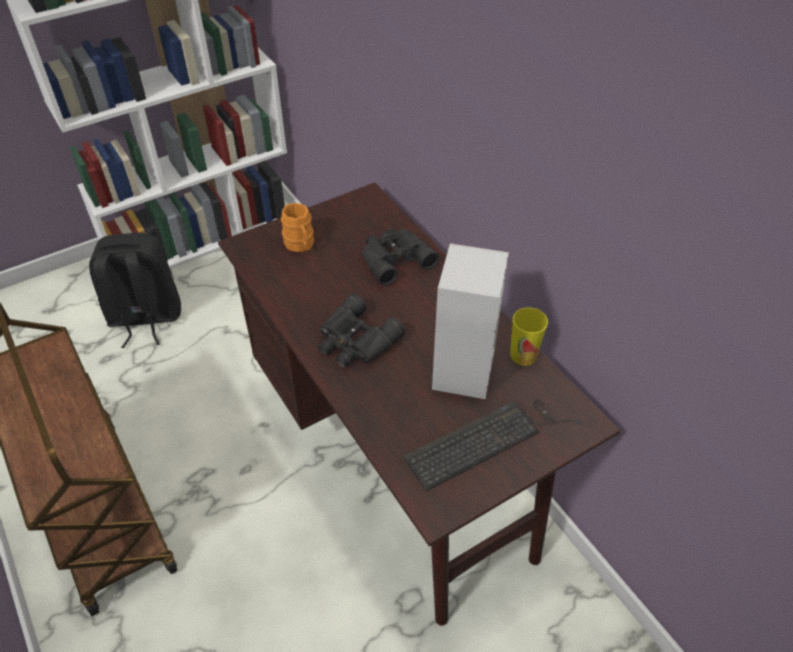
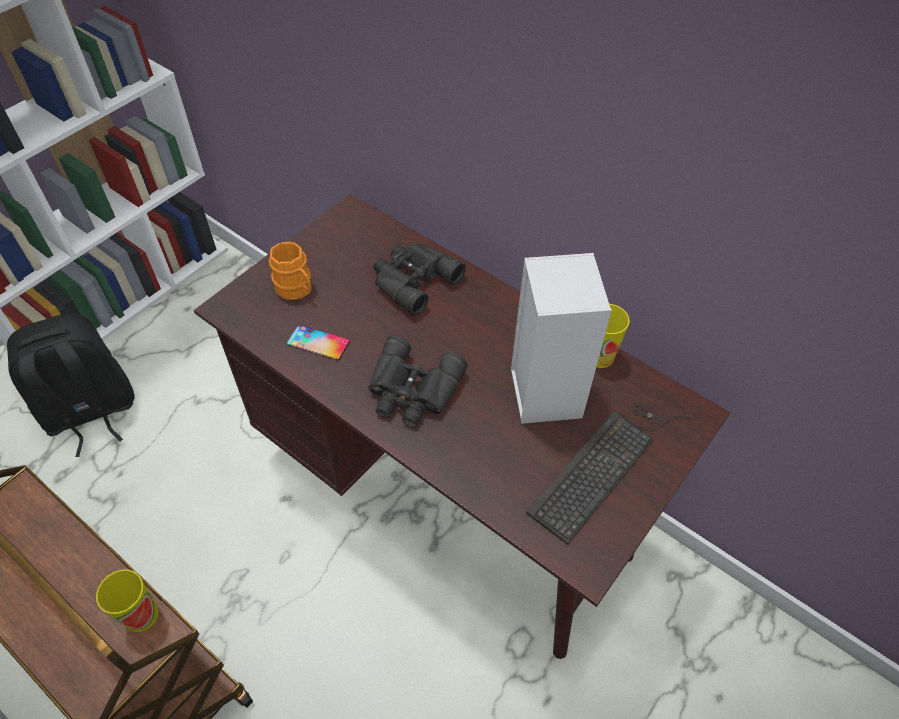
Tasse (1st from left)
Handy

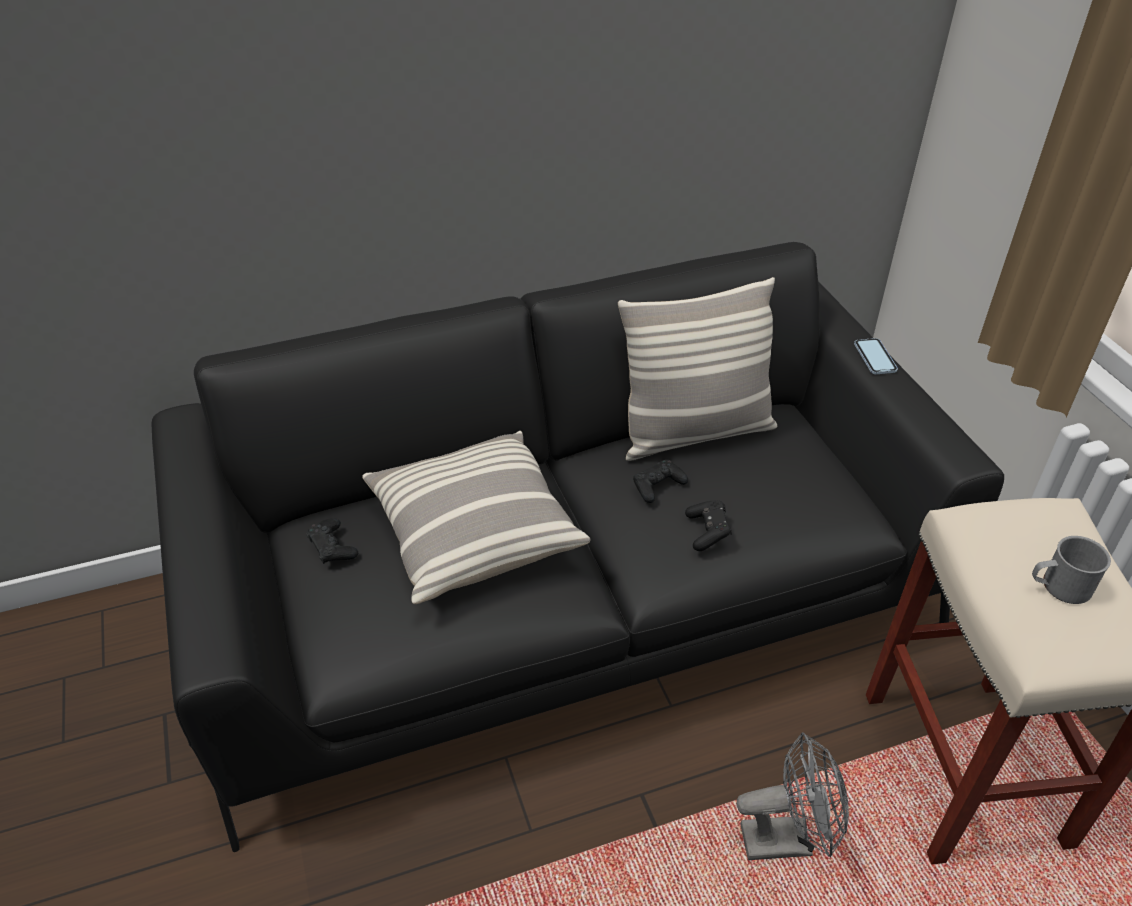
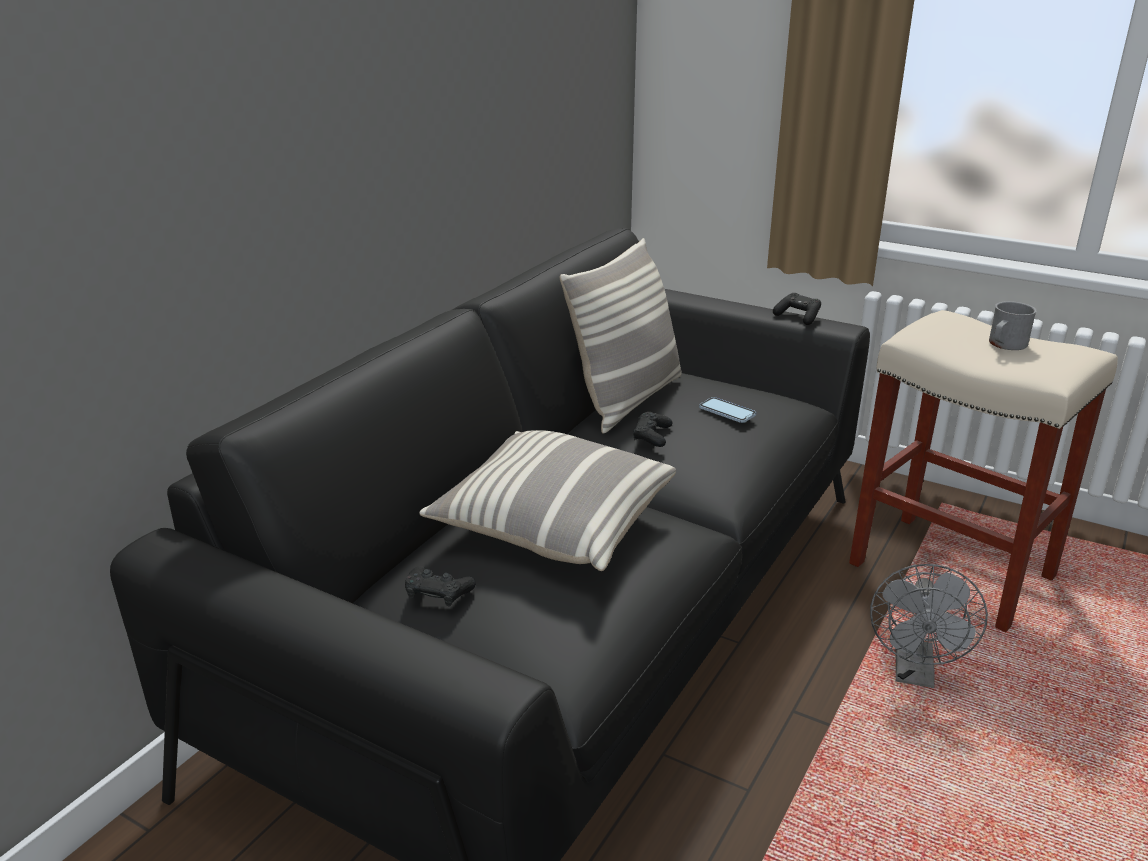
Gamepad/schwarz (3rd from left)
Ventilator/grau
Handy

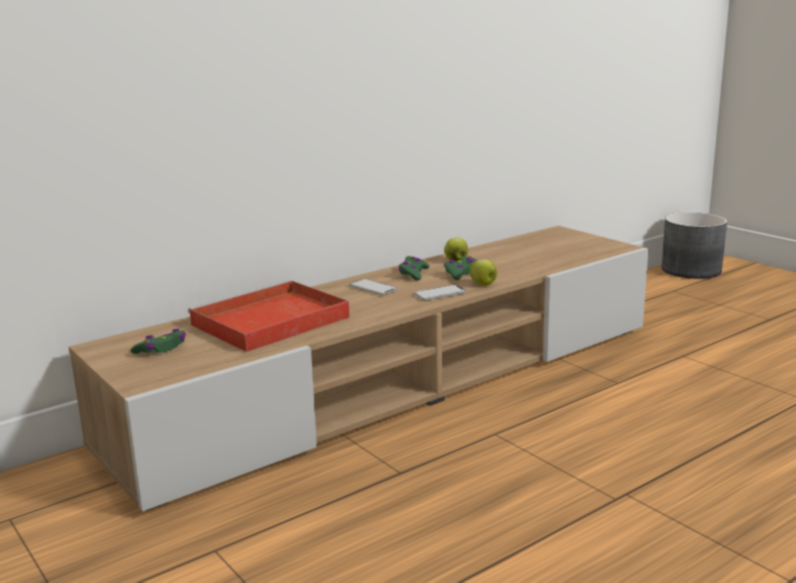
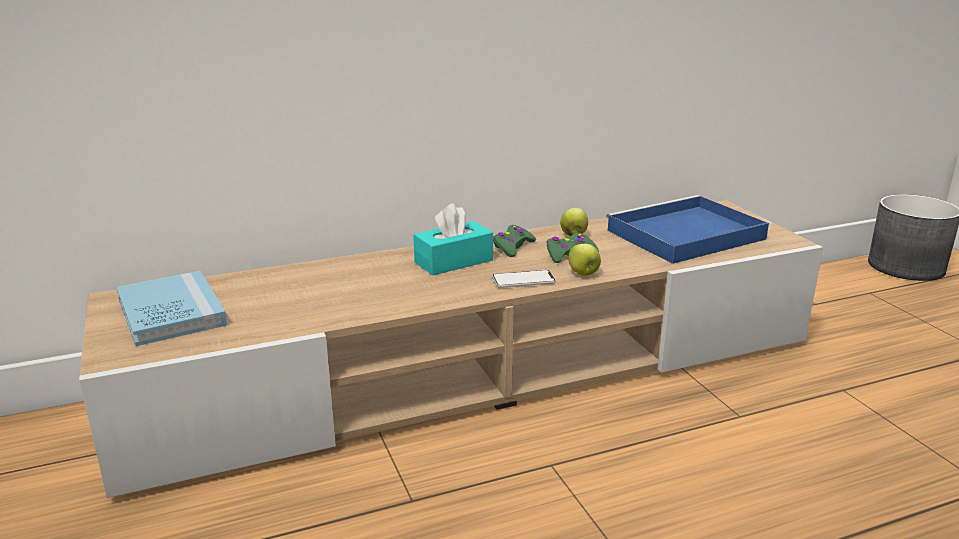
Buch/blau
Tablett/rot
Taschentuchbox/türkis
Tablett/blau

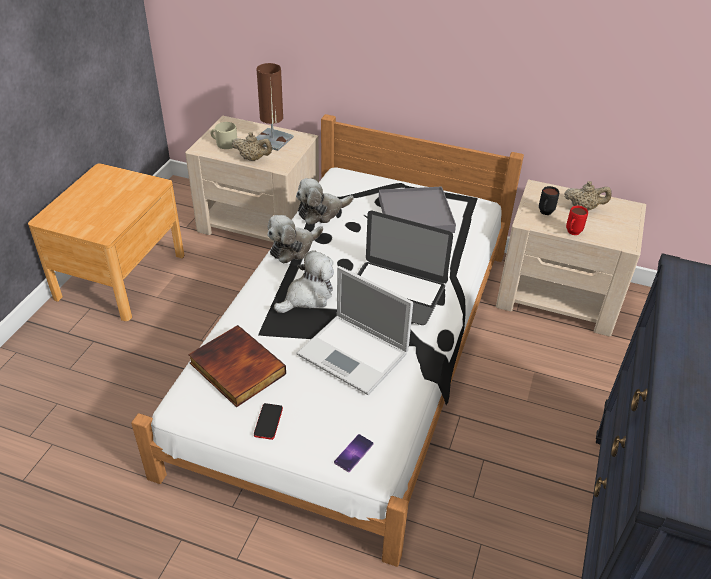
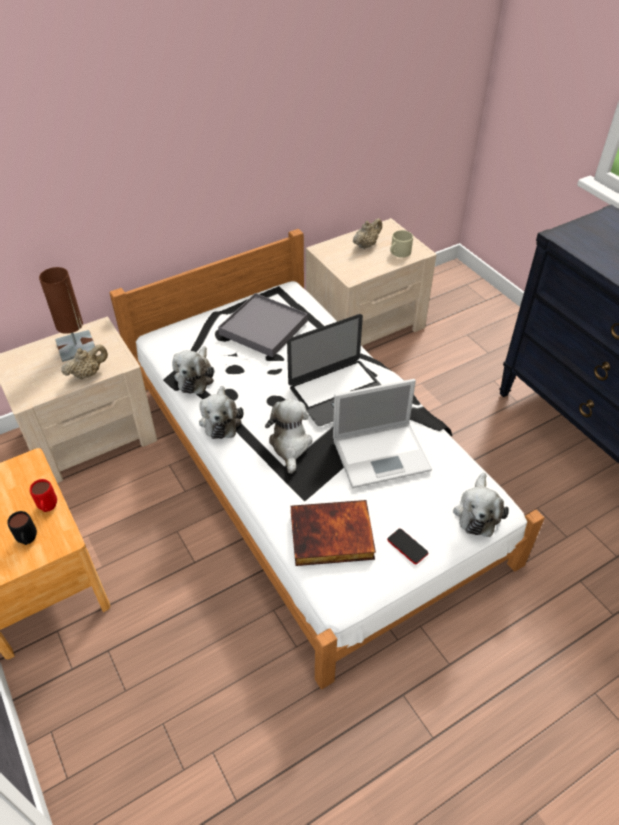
Henkelbecher/beige
Plüschtier (4th from left)
Henkelbecher/schwarz
Henkelbecher/rot

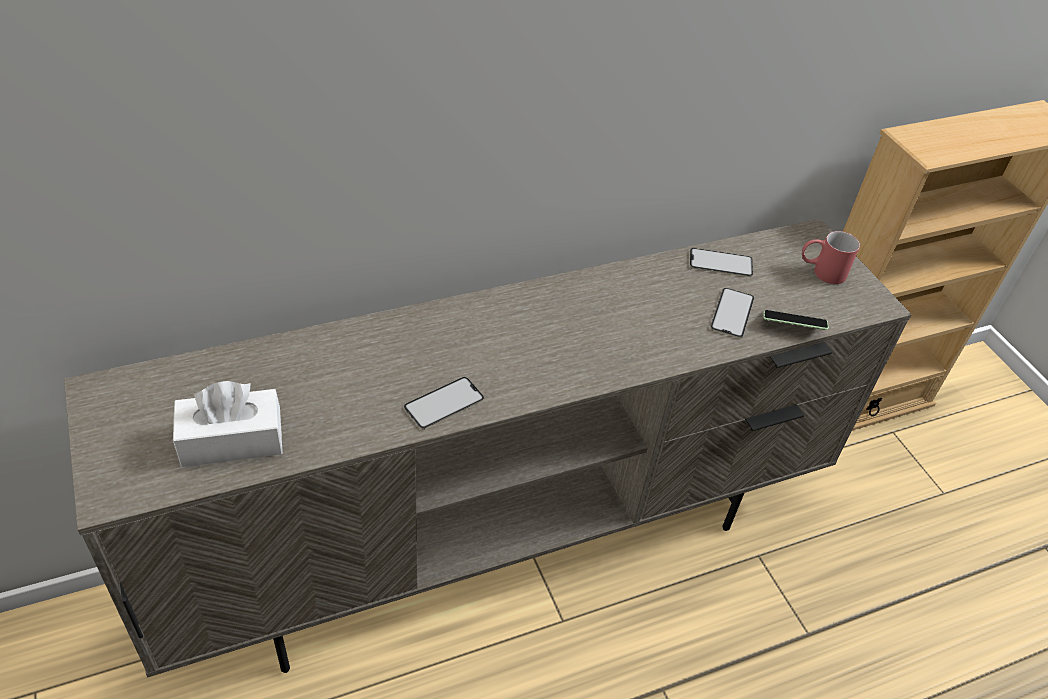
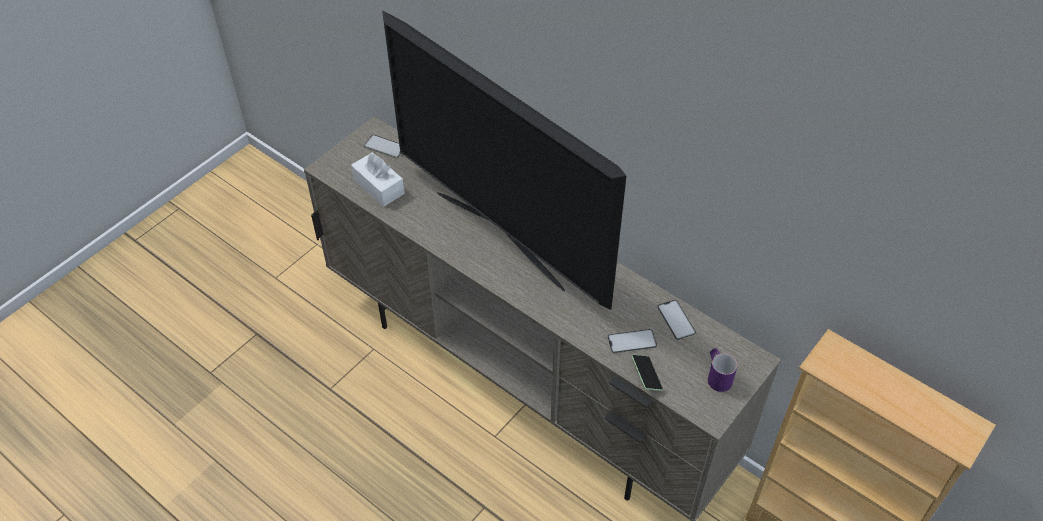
Handy (1st from left)
Henkelbecher/lila
Fernseher

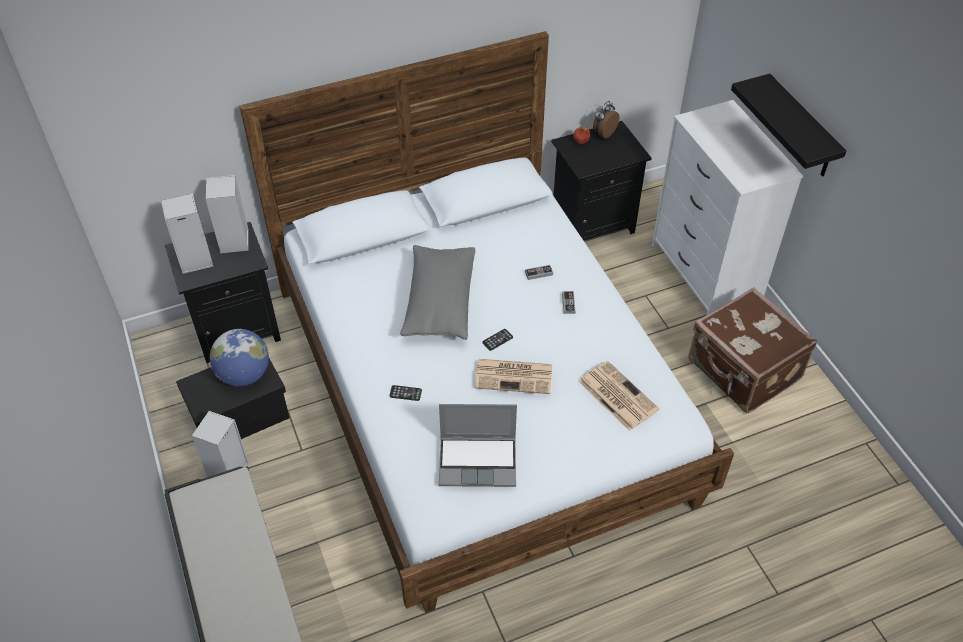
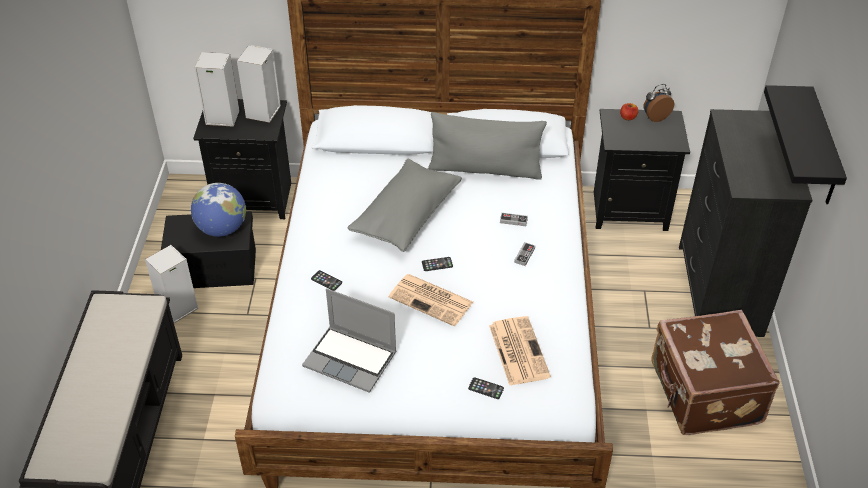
Kommode/schwarz
Kissen/grau (2nd from left)
Handy (3rd from left)

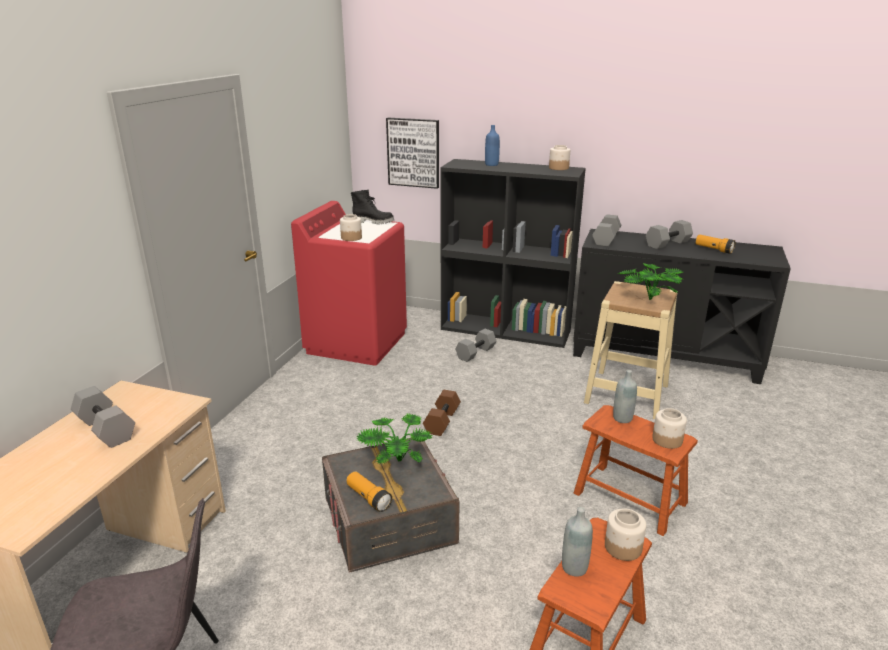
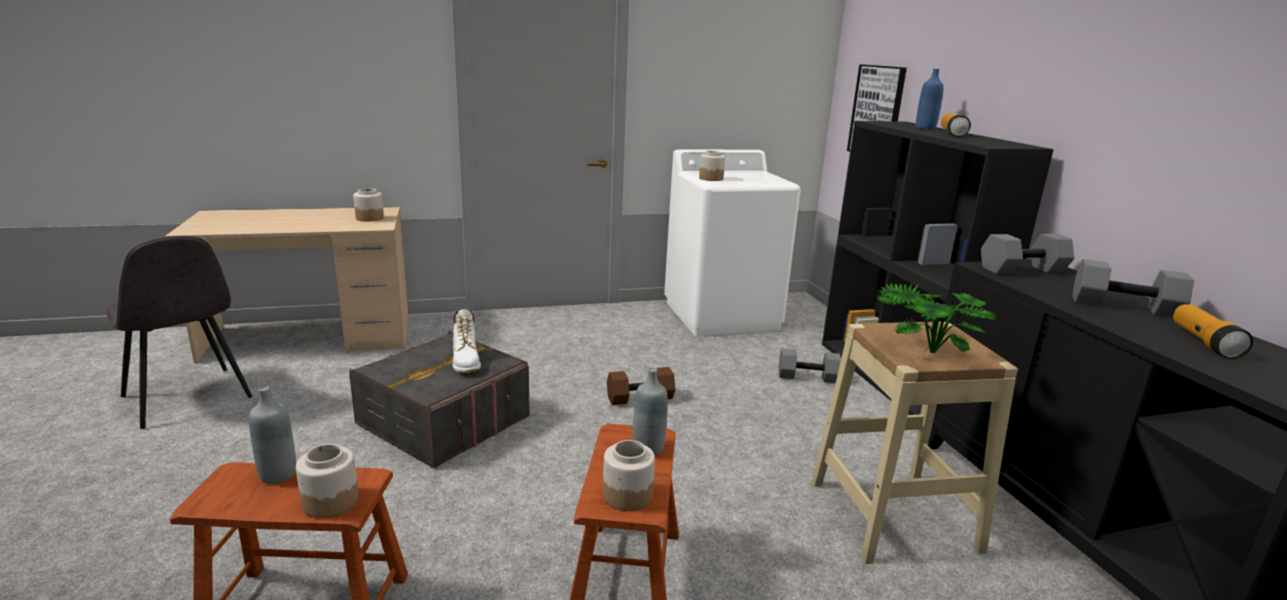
Hantel/grau (1st from left in the first image)
Waschmaschine/weiß
Taschenlampe (1st from left)
Stiefel/schwarz
Stiefel/weiß
Vorratsglas (2nd from left)

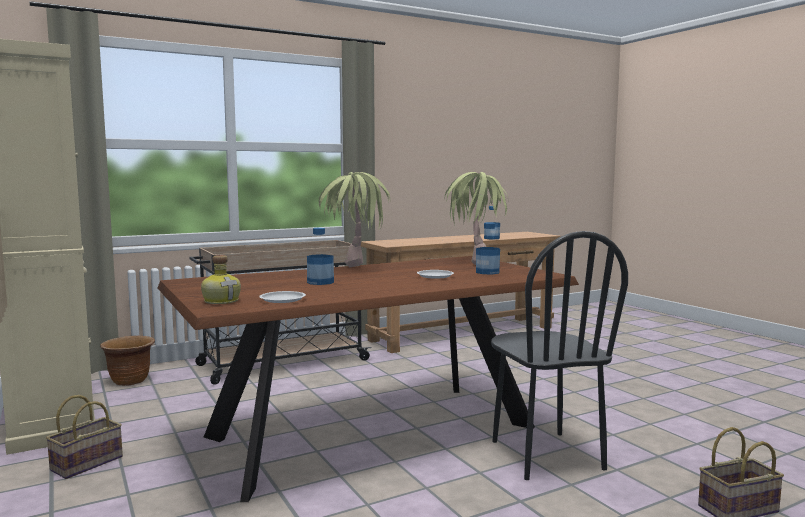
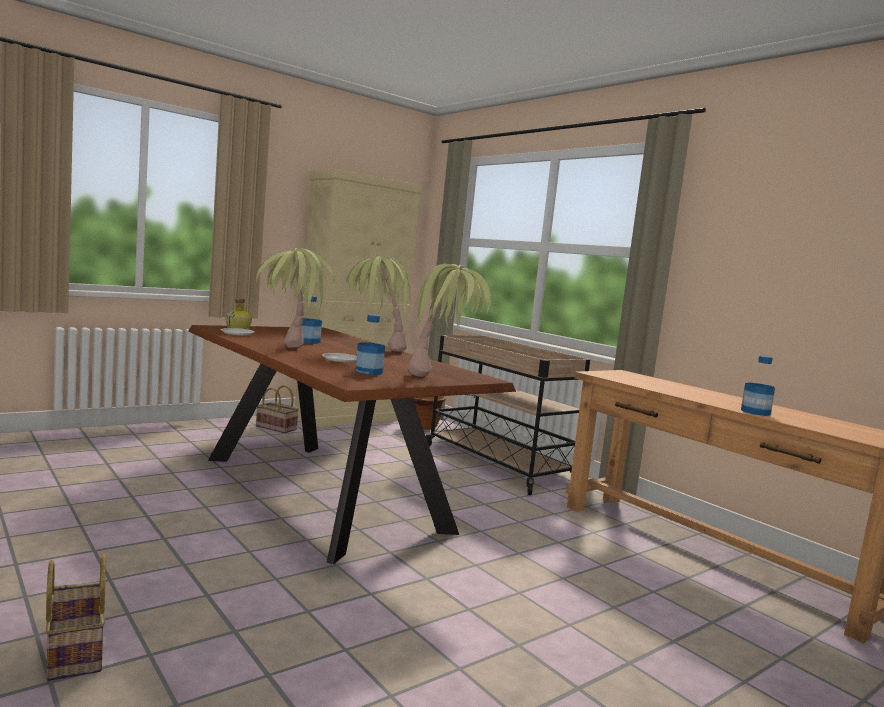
Stuhl/schwarz
Topfpflanze (1st from left)

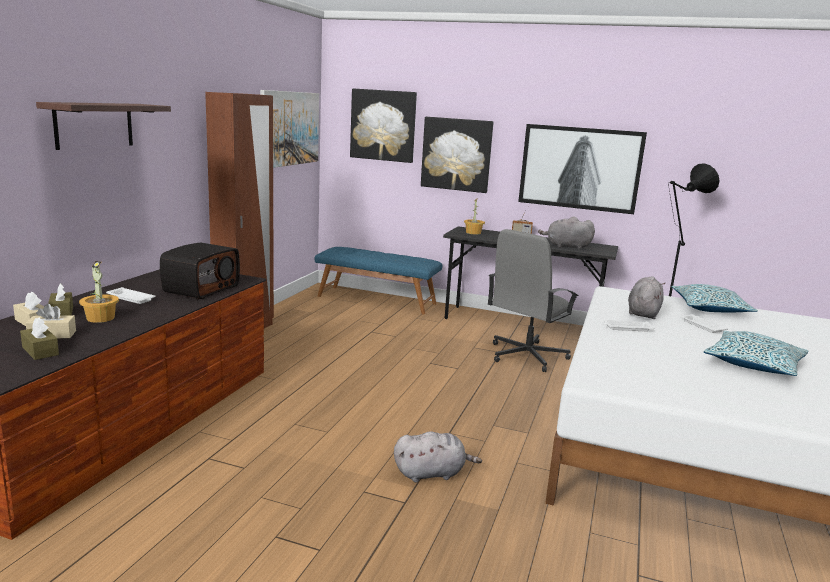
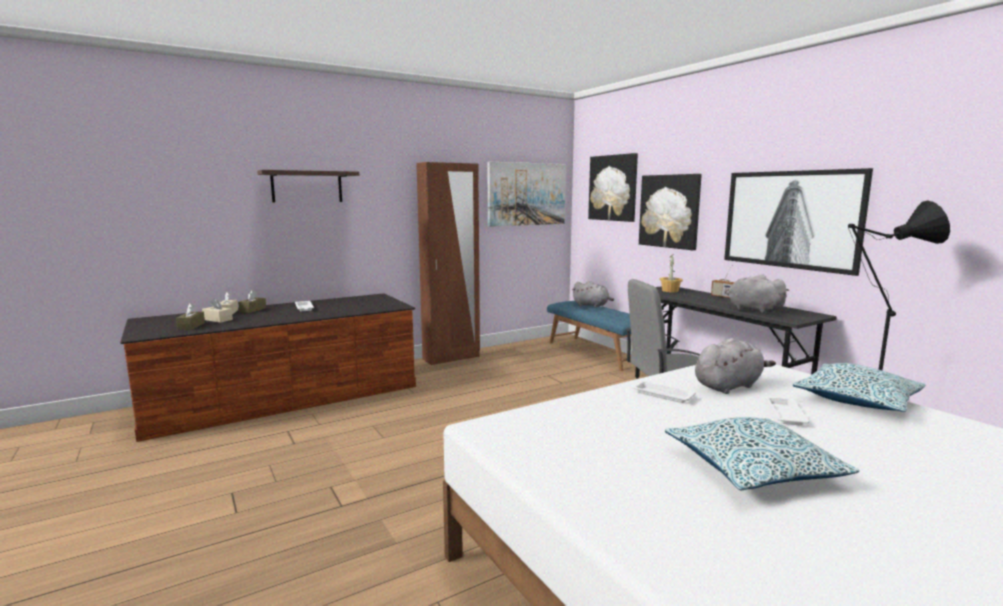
Topfpflanze (1st from left in the first image)
Radio (1st from left in the first image)
Plüschtier/grau (1st from left)

